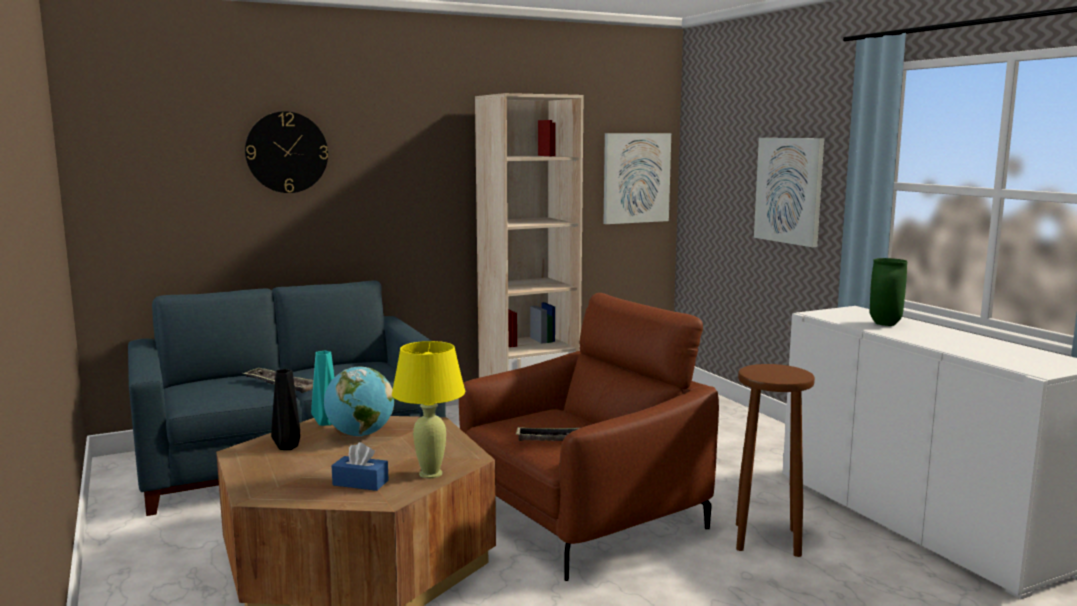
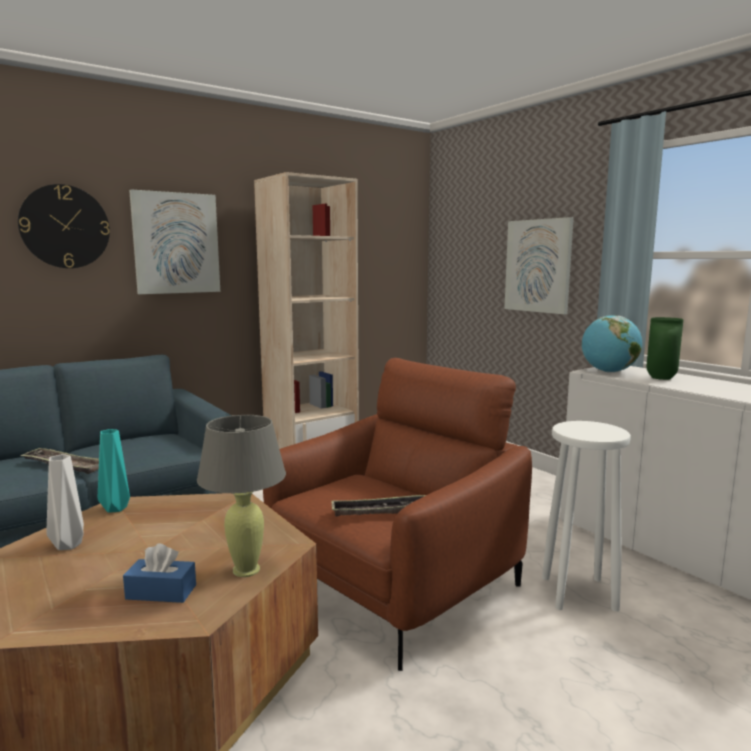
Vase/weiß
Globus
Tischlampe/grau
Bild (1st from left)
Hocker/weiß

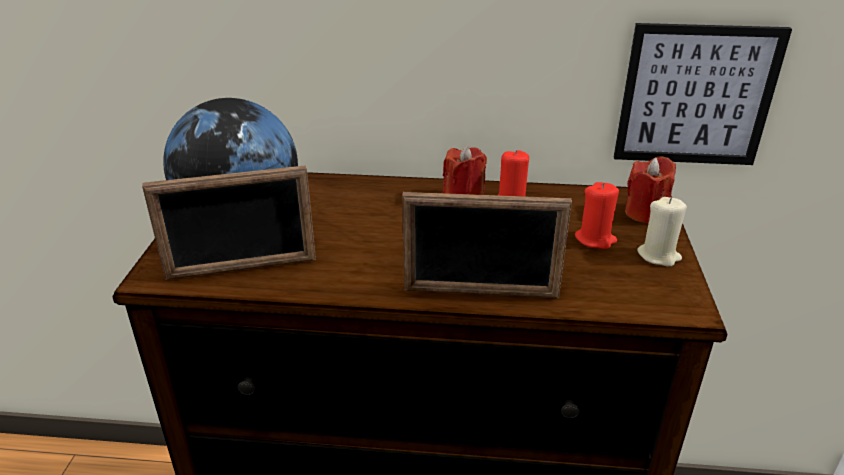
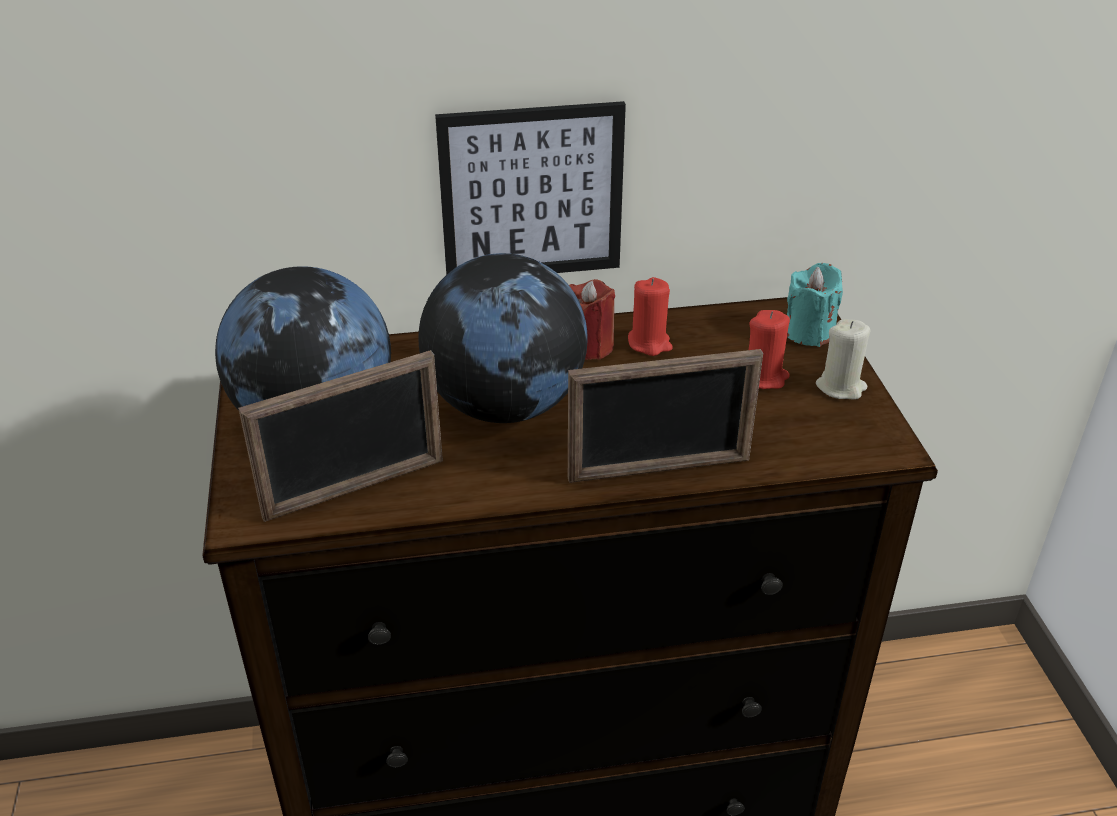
Bild
Kerze/türkis
Globus (2nd from left)

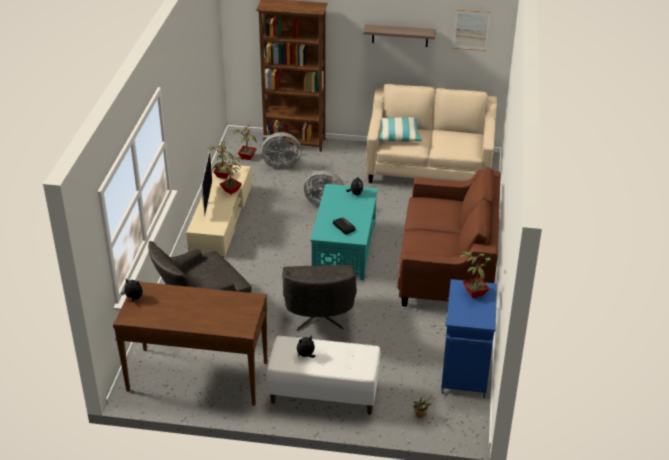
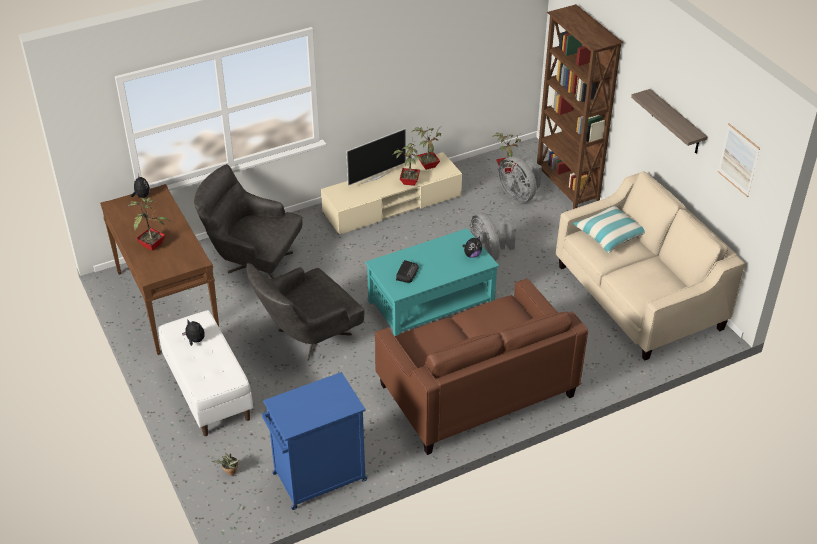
Topfpflanze (1st from left)

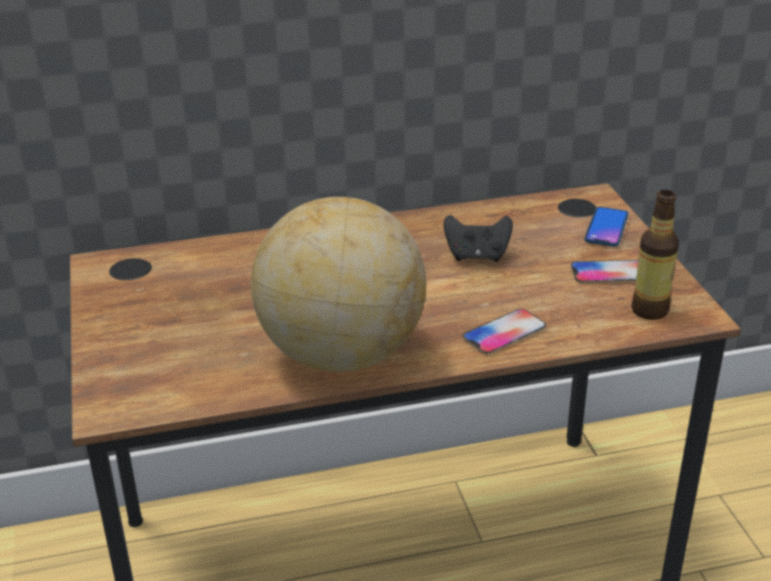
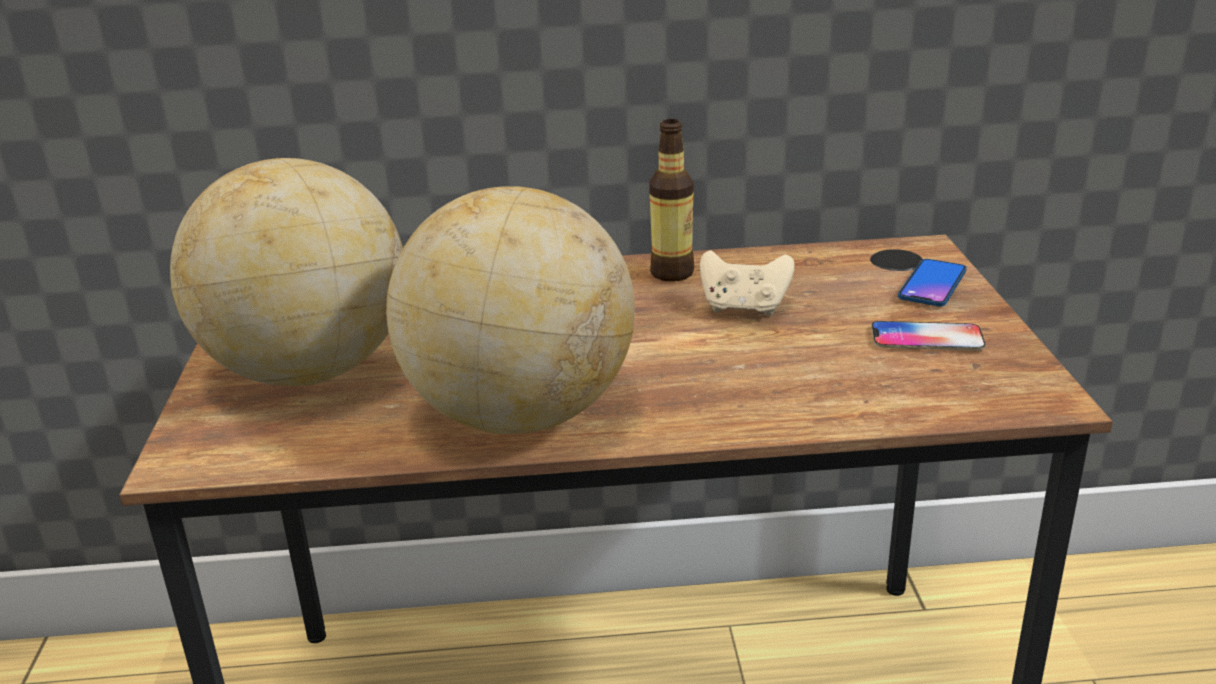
Gamepad/beige
Handy (1st from left in the first image)
Flasche
Globus (1st from left)

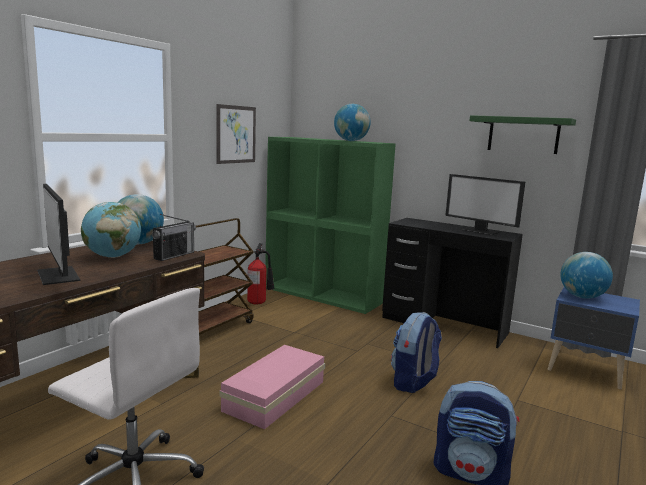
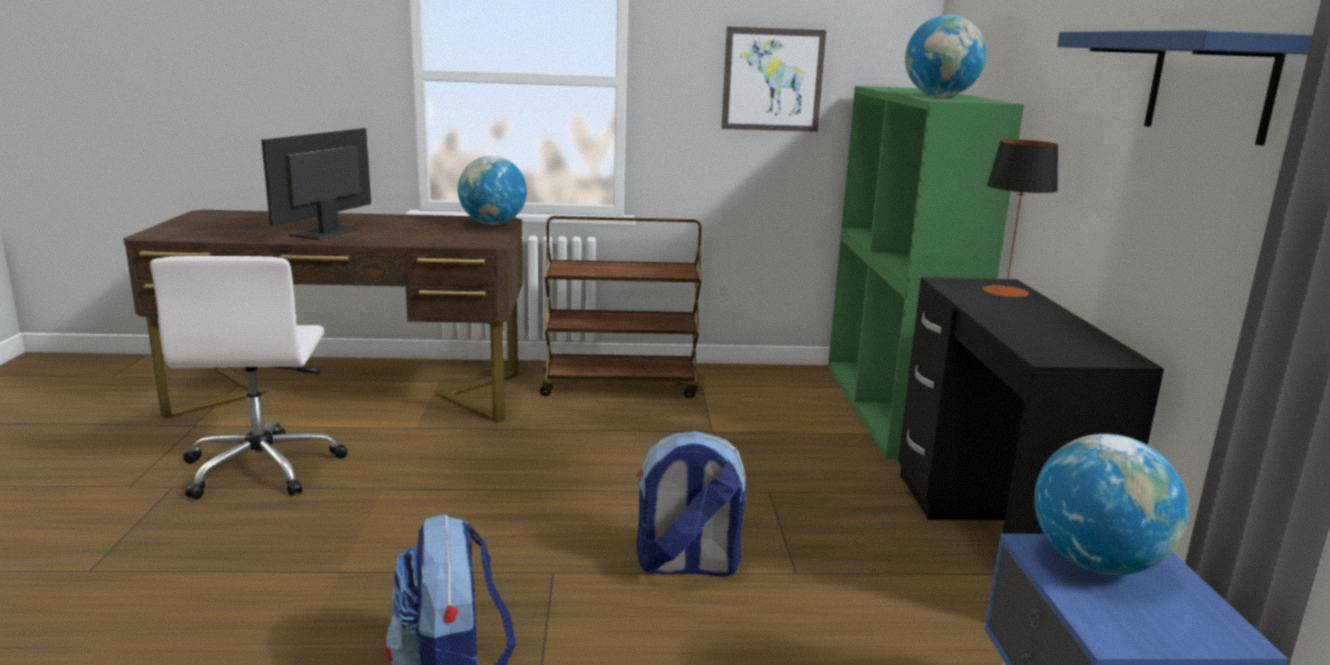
Globus (1st from left in the first image)
Radio
Aufbewahrungsbox/rosa
Feuerlöscher
Monitor (2nd from left in the first image)
Wandregal/blau
Tischlampe

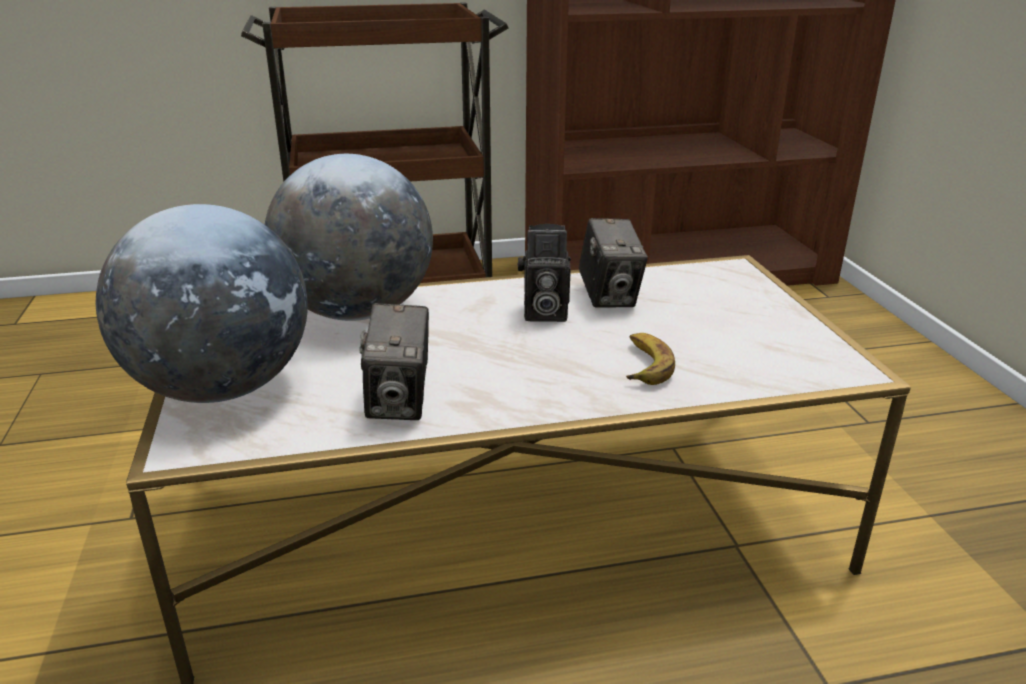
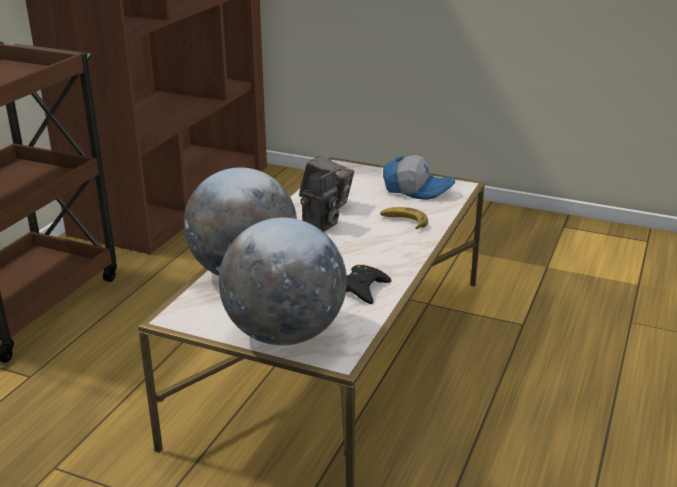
Gamepad/schwarz
Kappe

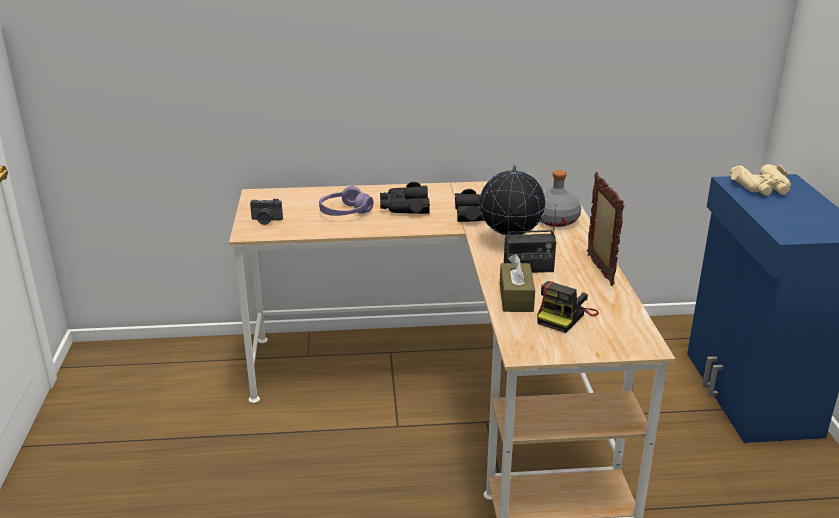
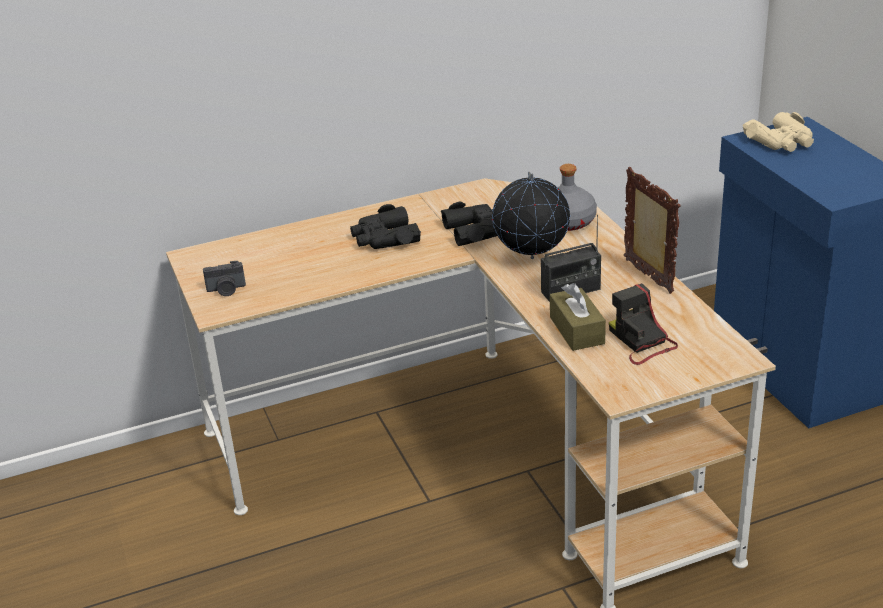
Kopfhörer/lila
Kamera (2nd from left)

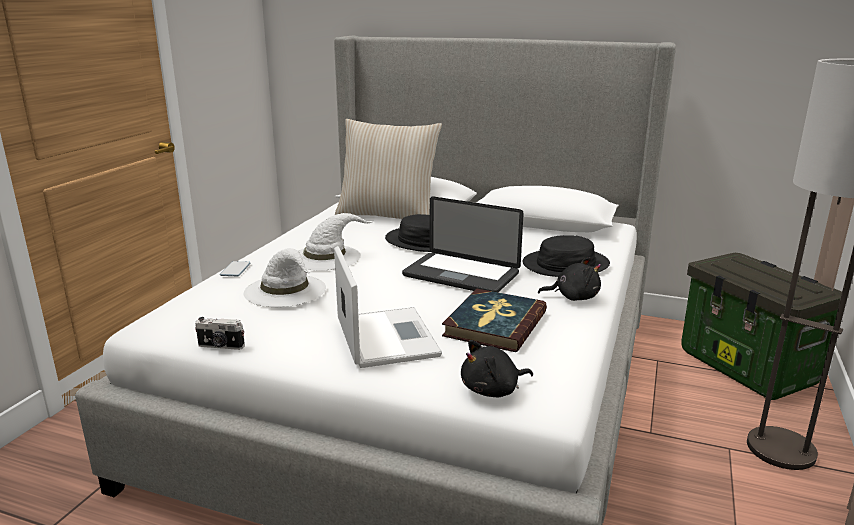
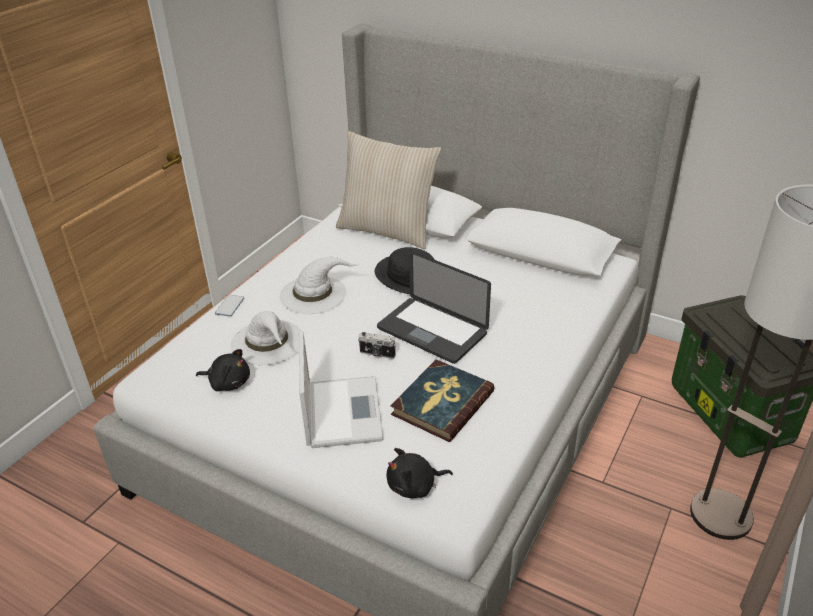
Kamera
Hut/schwarz (2nd from left in the first image)
Plüschtier/schwarz (1st from left)

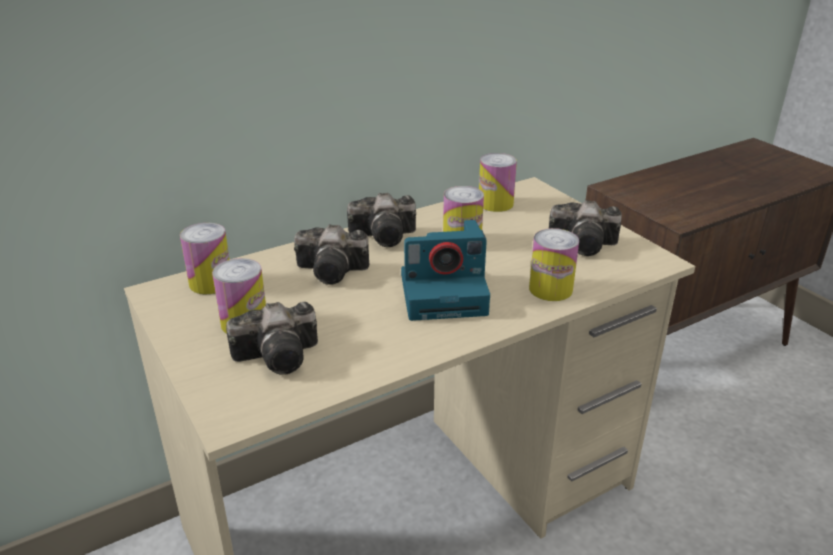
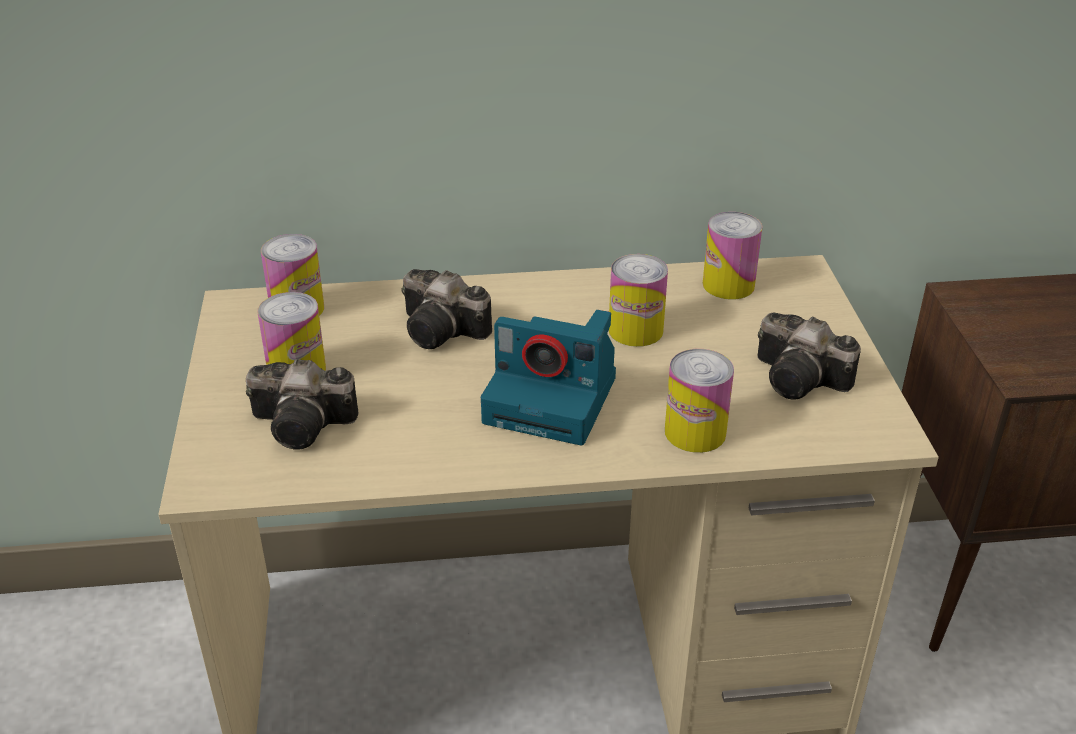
Kamera (3rd from left in the first image)

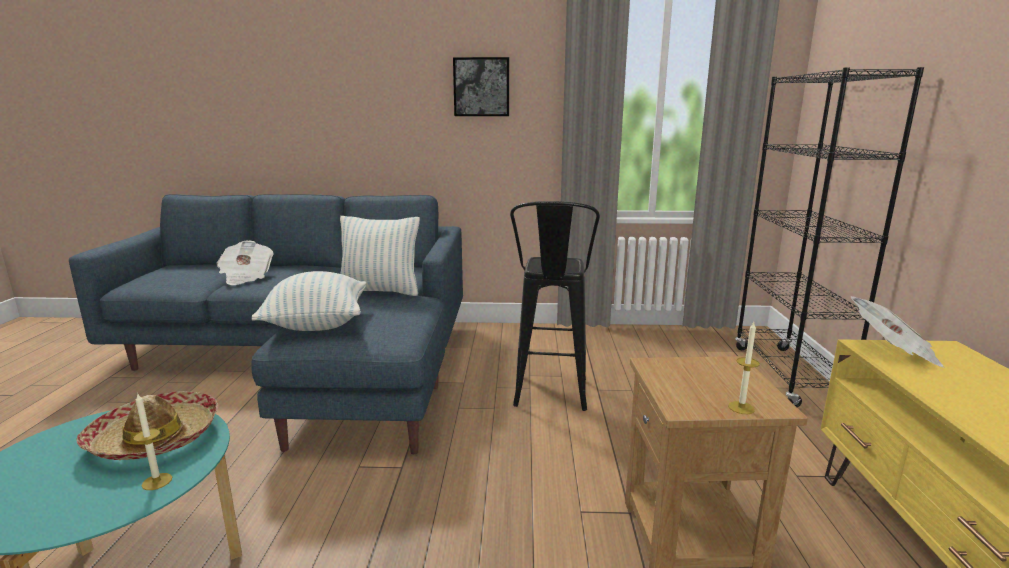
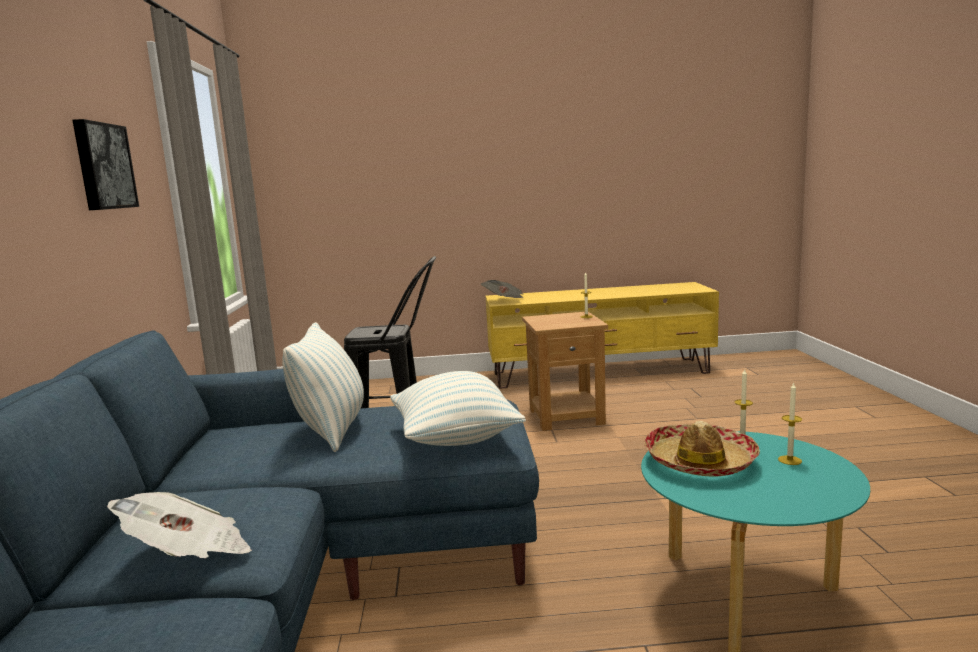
Bücherregal/schwarz
Kerze (3rd from left)

